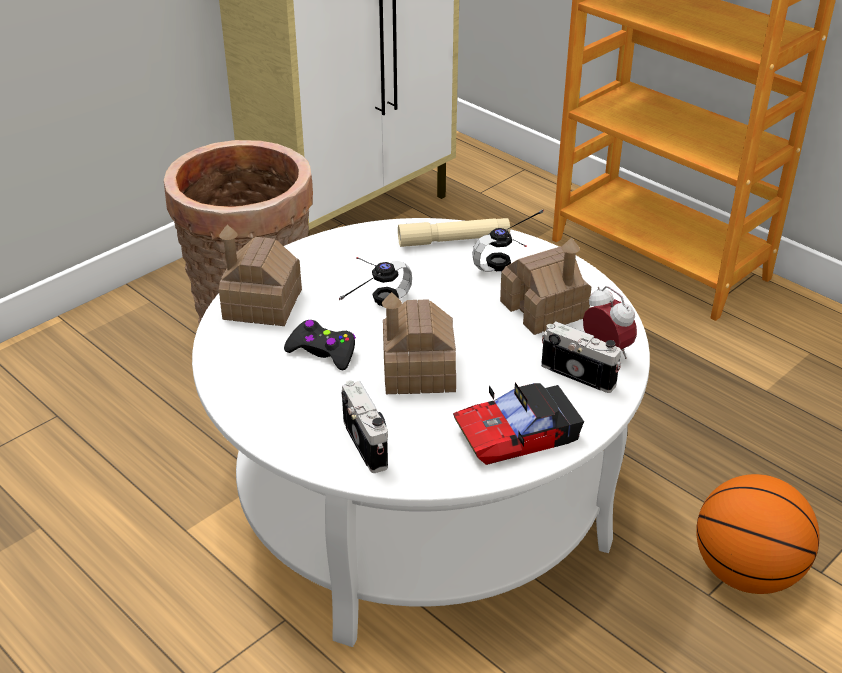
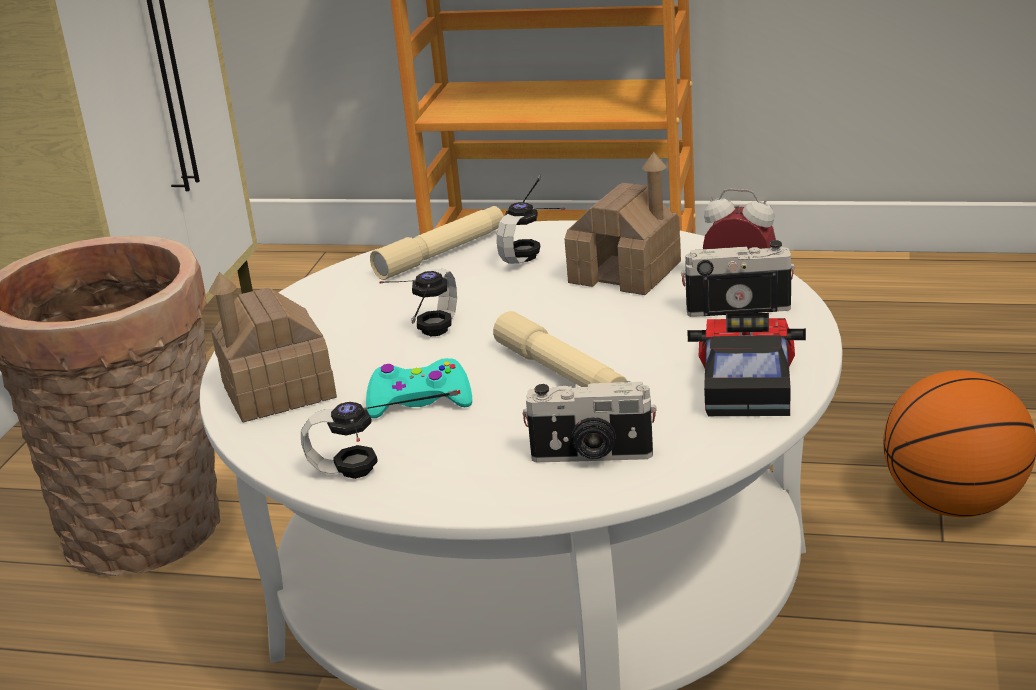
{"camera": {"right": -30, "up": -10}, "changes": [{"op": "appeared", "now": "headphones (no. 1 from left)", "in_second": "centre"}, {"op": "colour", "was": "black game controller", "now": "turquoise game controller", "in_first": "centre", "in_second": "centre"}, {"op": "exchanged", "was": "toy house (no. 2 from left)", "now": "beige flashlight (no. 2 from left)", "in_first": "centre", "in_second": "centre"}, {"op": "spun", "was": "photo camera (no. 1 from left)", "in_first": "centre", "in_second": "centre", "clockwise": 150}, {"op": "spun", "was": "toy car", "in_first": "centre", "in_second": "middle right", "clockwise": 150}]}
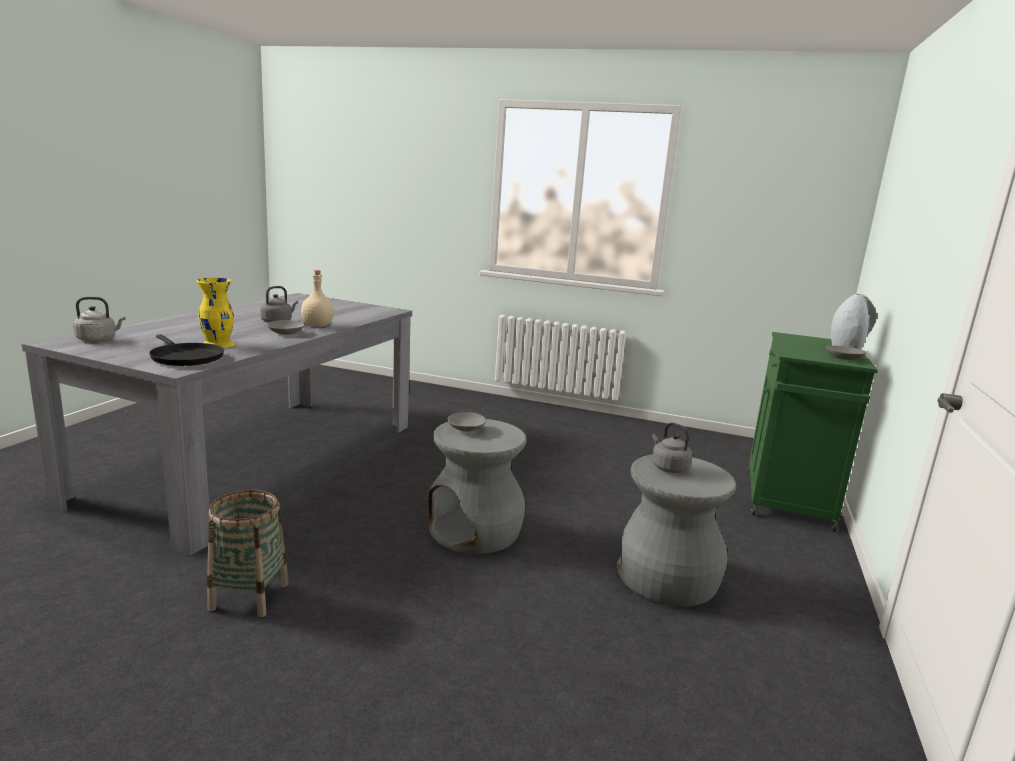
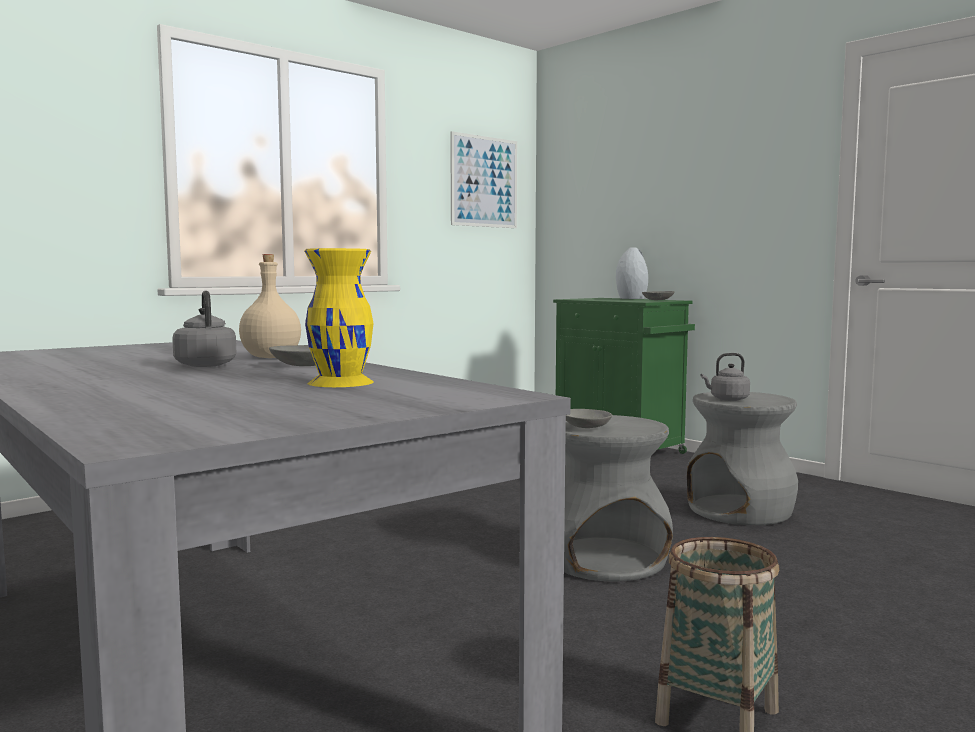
{"camera": {"right": -60, "up": -10}, "changes": [{"op": "appeared", "now": "picture", "in_second": "top centre"}, {"op": "missing", "was": "grey kettle (no. 1 from left)", "in_first": "middle left"}, {"op": "missing", "was": "black frying pan", "in_first": "middle left"}]}
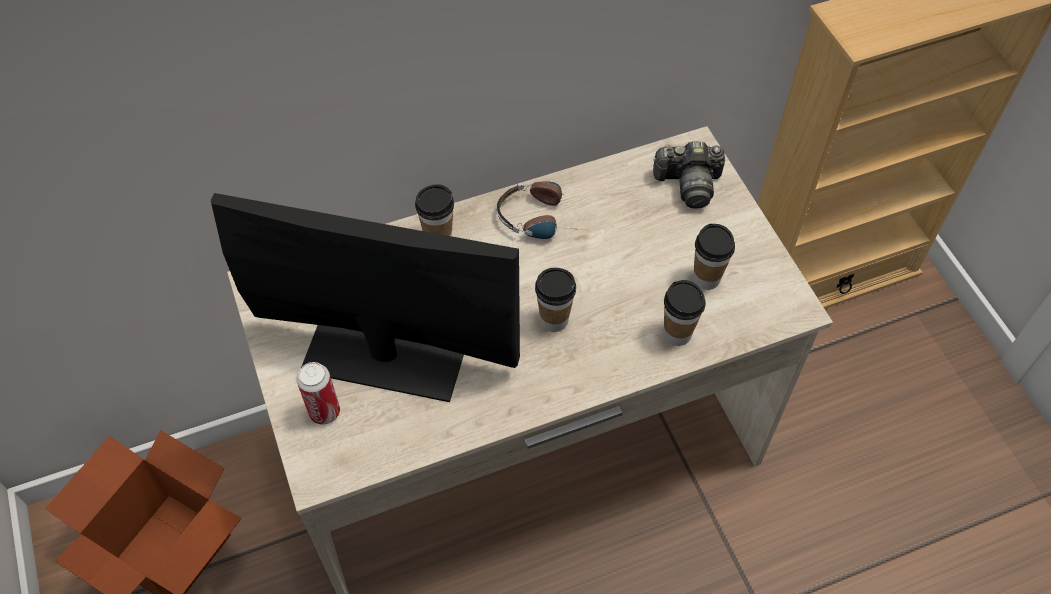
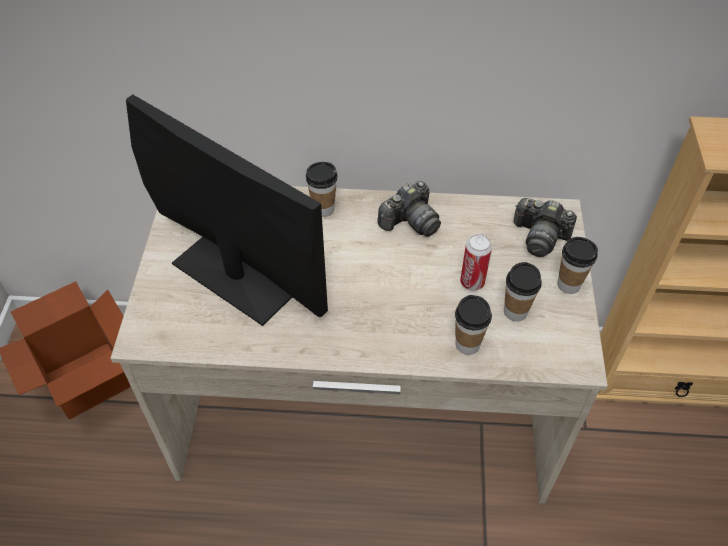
{"camera": {"right": 25, "up": -5}, "changes": [{"op": "exchanged", "was": "headphones", "now": "photo camera (no. 1 from left)", "in_first": "centre", "in_second": "centre"}, {"op": "relocated", "was": "can", "in_first": "middle left", "in_second": "centre"}, {"op": "relocated", "was": "cup (no. 2 from left in the first image)", "now": "cup (no. 4 from left)", "in_first": "centre", "in_second": "middle right"}]}
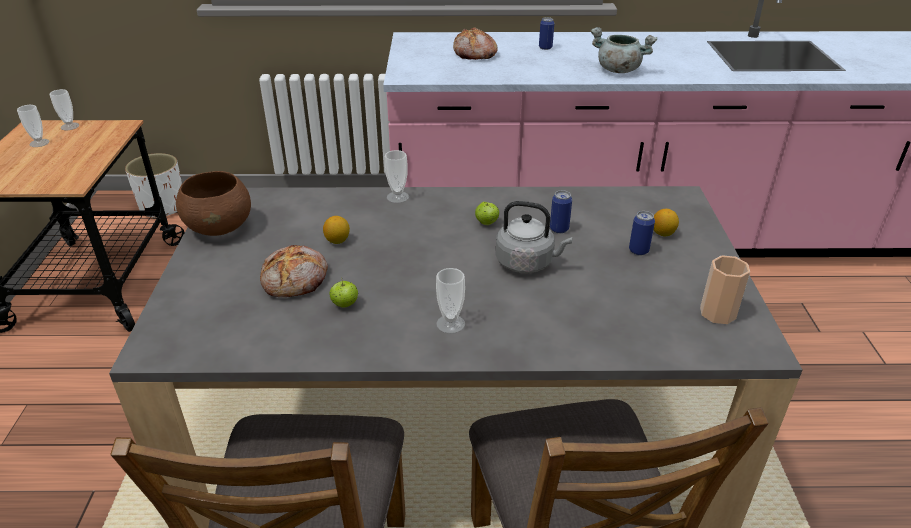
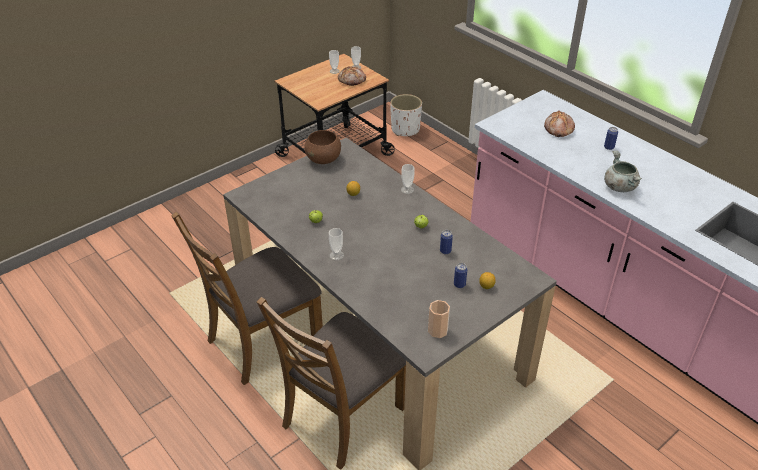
{"camera": {"right": 50, "up": 5}, "changes": [{"op": "relocated", "was": "bread (no. 1 from left)", "in_first": "middle left", "in_second": "top centre"}, {"op": "missing", "was": "grey kettle", "in_first": "centre"}]}
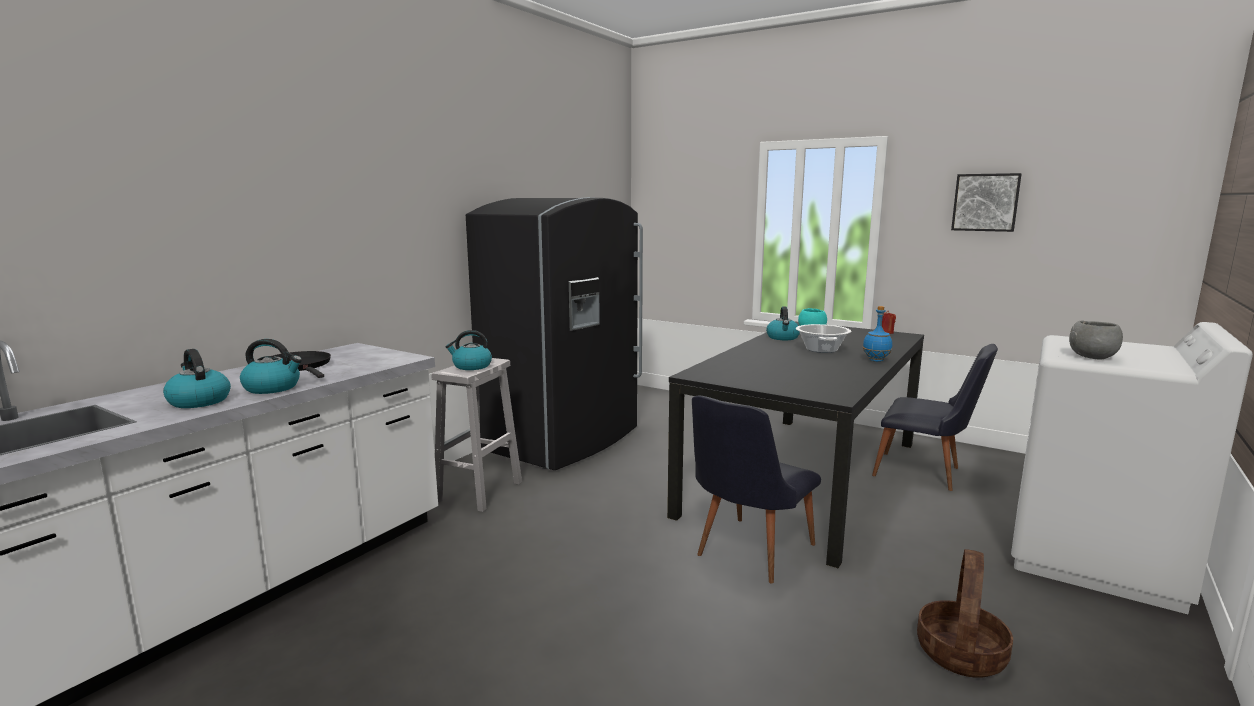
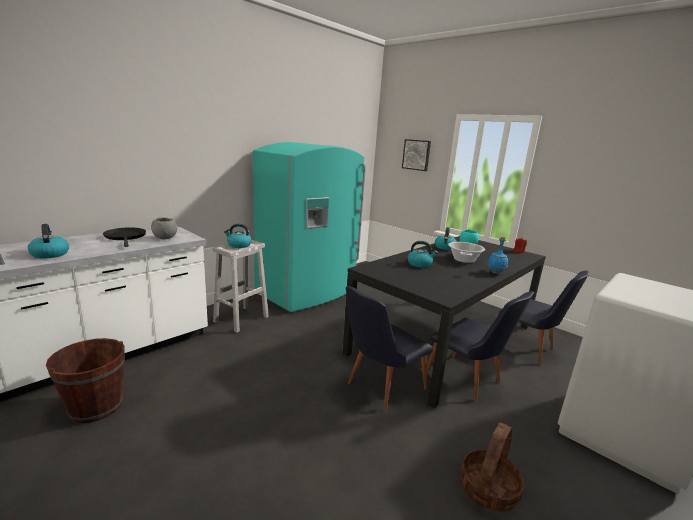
{"camera": {"right": 10, "up": 5}, "changes": [{"op": "appeared", "now": "brown bucket", "in_second": "bottom left"}, {"op": "relocated", "was": "grey bowl", "in_first": "middle right", "in_second": "middle left"}, {"op": "colour", "was": "black fridge", "now": "turquoise fridge", "in_first": "centre", "in_second": "centre"}, {"op": "relocated", "was": "picture", "in_first": "top right", "in_second": "top centre"}, {"op": "relocated", "was": "kettle (no. 2 from left in the first image)", "now": "kettle (no. 3 from left)", "in_first": "middle left", "in_second": "centre"}, {"op": "appeared", "now": "black chair (no. 2 from left)", "in_second": "middle right"}]}
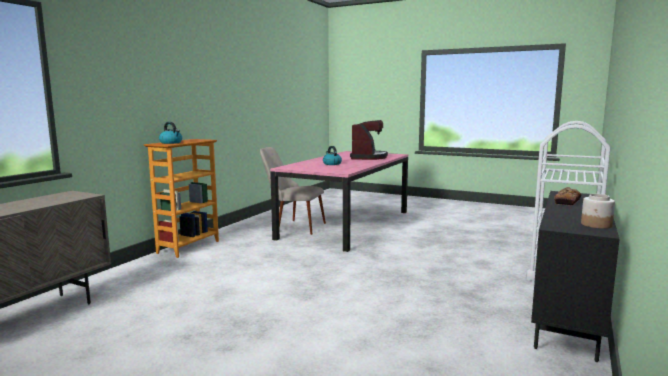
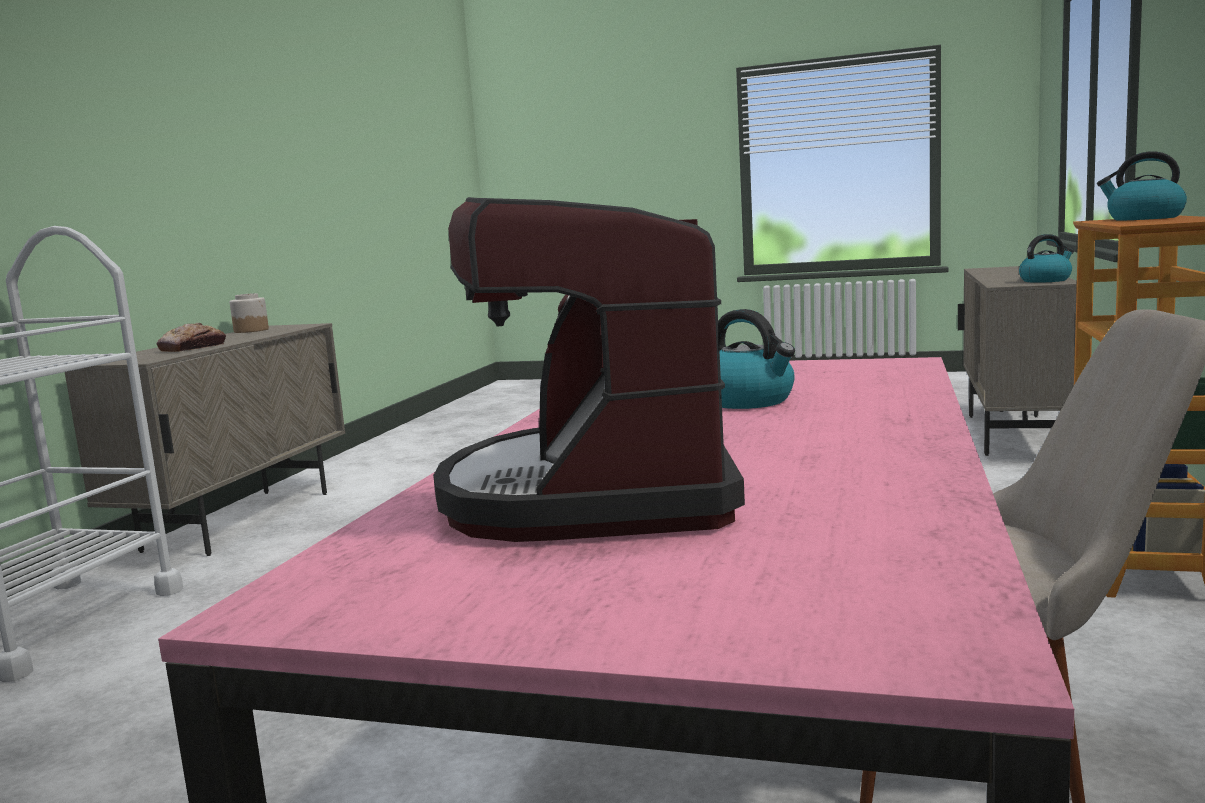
{"camera": {"right": 170, "up": 0}, "changes": [{"op": "colour", "was": "black cabinet", "now": "beige cabinet (no. 1 from left)", "in_first": "bottom right", "in_second": "middle left"}, {"op": "appeared", "now": "kettle (no. 2 from left)", "in_second": "top right"}]}
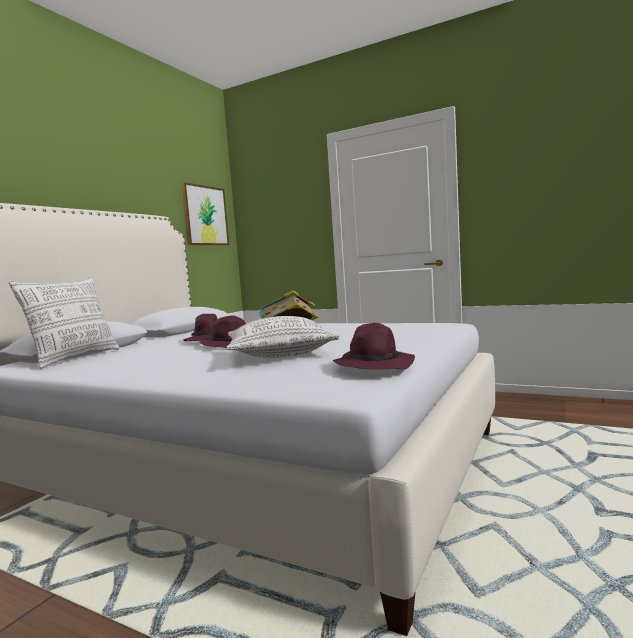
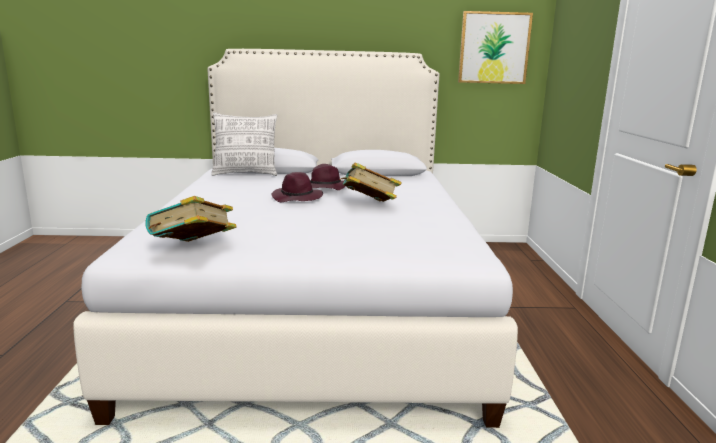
{"camera": {"right": 60, "up": 10}, "changes": [{"op": "exchanged", "was": "purple hat (no. 3 from left)", "now": "book (no. 1 from left)", "in_first": "centre", "in_second": "middle left"}, {"op": "missing", "was": "pillow (no. 2 from left)", "in_first": "centre"}]}
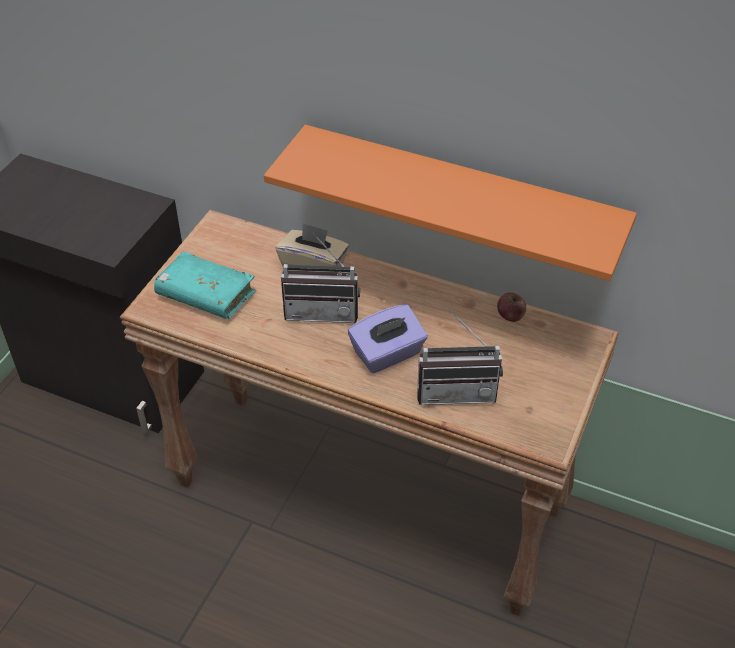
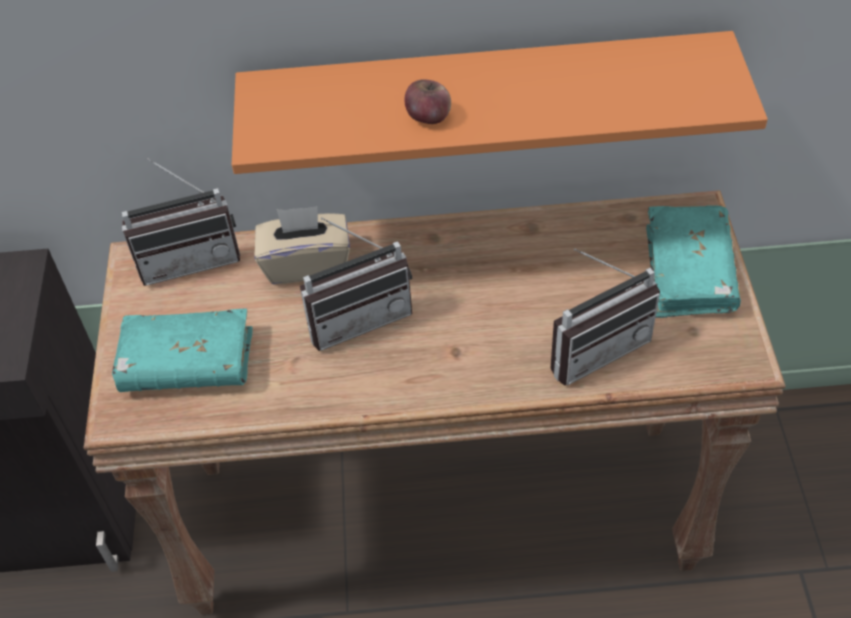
{"camera": {"right": -25, "up": 5}, "changes": [{"op": "appeared", "now": "radio (no. 1 from left)", "in_second": "middle left"}, {"op": "relocated", "was": "apple", "in_first": "middle right", "in_second": "top centre"}, {"op": "appeared", "now": "turquoise book (no. 2 from left)", "in_second": "middle right"}, {"op": "missing", "was": "purple tissue box", "in_first": "centre"}]}
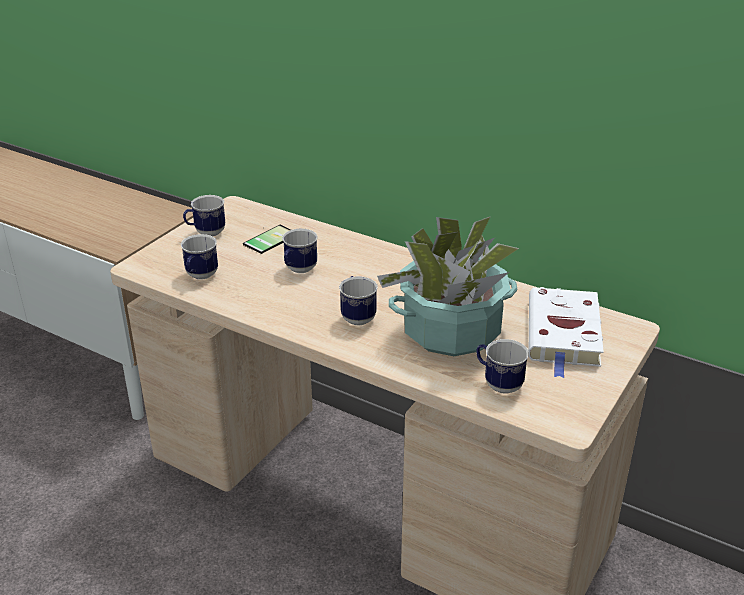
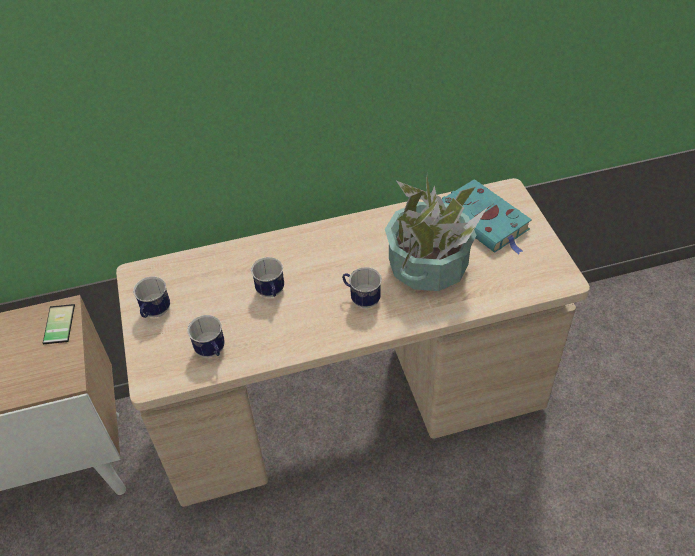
{"camera": {"right": -45, "up": 15}, "changes": [{"op": "relocated", "was": "phone", "in_first": "centre", "in_second": "middle left"}, {"op": "colour", "was": "white book", "now": "turquoise book", "in_first": "middle right", "in_second": "middle right"}, {"op": "missing", "was": "mug (no. 5 from left)", "in_first": "middle right"}]}
